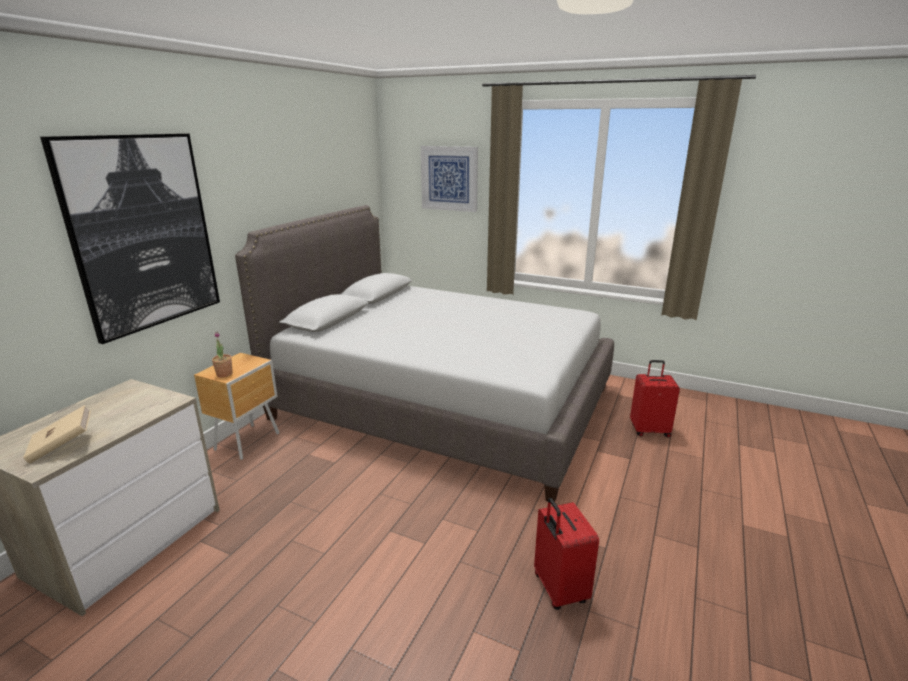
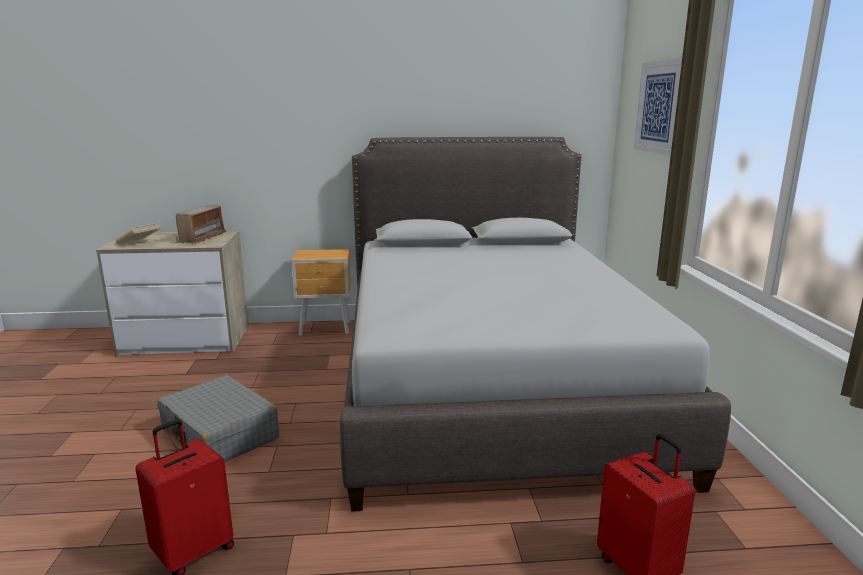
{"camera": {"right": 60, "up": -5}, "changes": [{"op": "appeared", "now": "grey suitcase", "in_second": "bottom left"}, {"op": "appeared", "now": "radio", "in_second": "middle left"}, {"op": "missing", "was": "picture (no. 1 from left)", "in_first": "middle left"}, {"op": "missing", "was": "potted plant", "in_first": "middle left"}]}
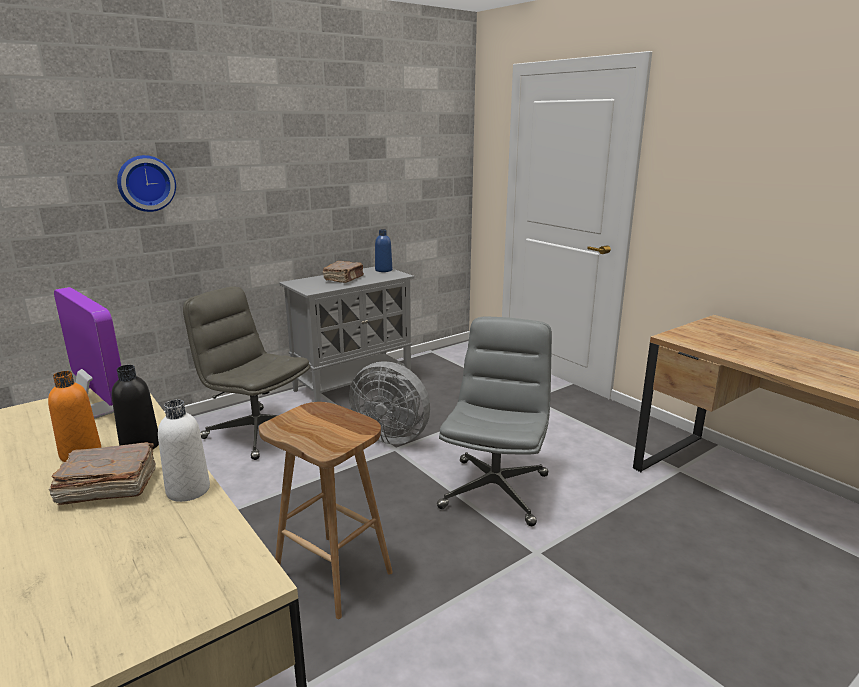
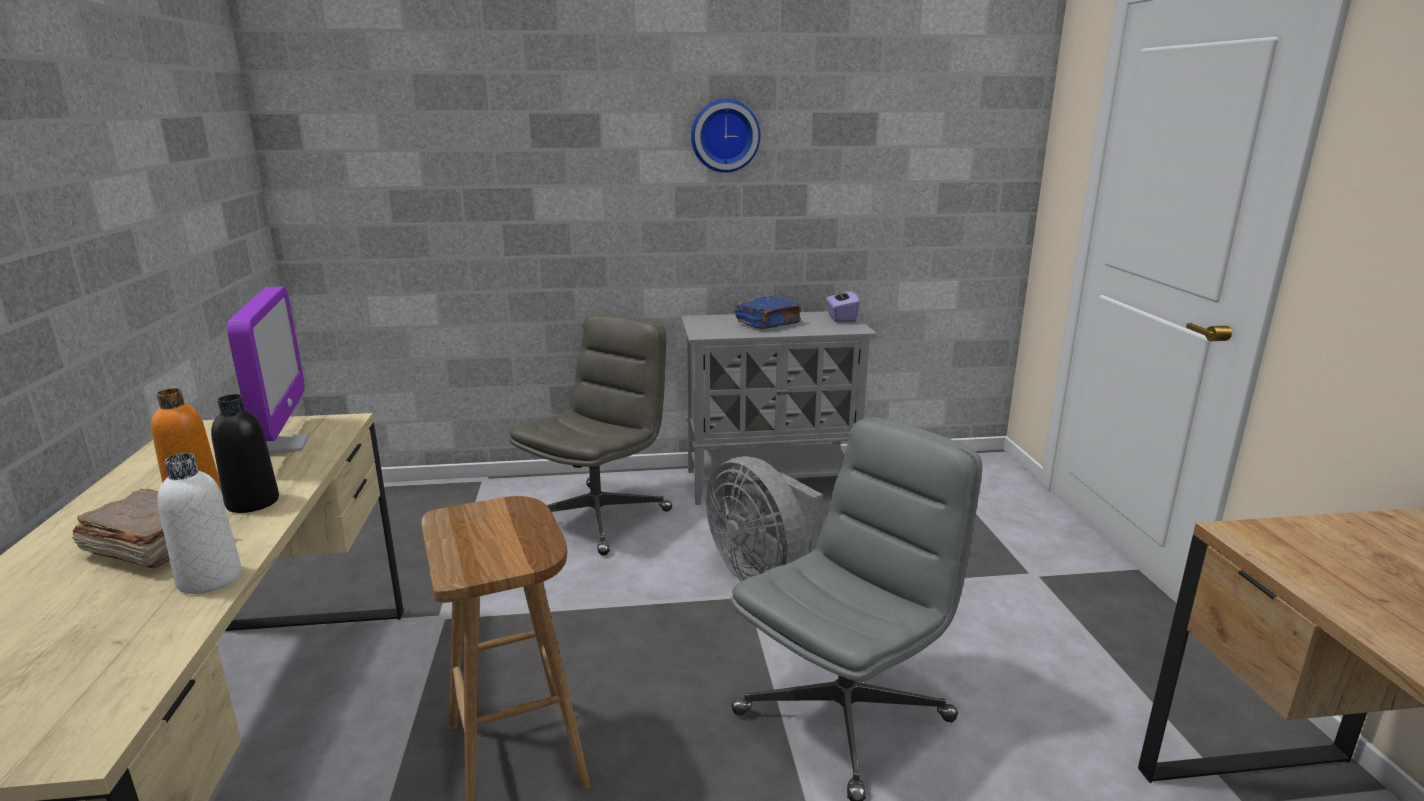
{"camera": {"right": 30, "up": 0}, "changes": [{"op": "spun", "was": "grey office chair (no. 1 from left)", "in_first": "middle left", "in_second": "centre", "clockwise": 60}, {"op": "relocated", "was": "wall clock", "in_first": "top left", "in_second": "top centre"}, {"op": "colour", "was": "brown book (no. 2 from left)", "now": "blue book", "in_first": "centre", "in_second": "centre"}, {"op": "exchanged", "was": "blue bottle", "now": "purple tissue box", "in_first": "centre", "in_second": "centre"}]}
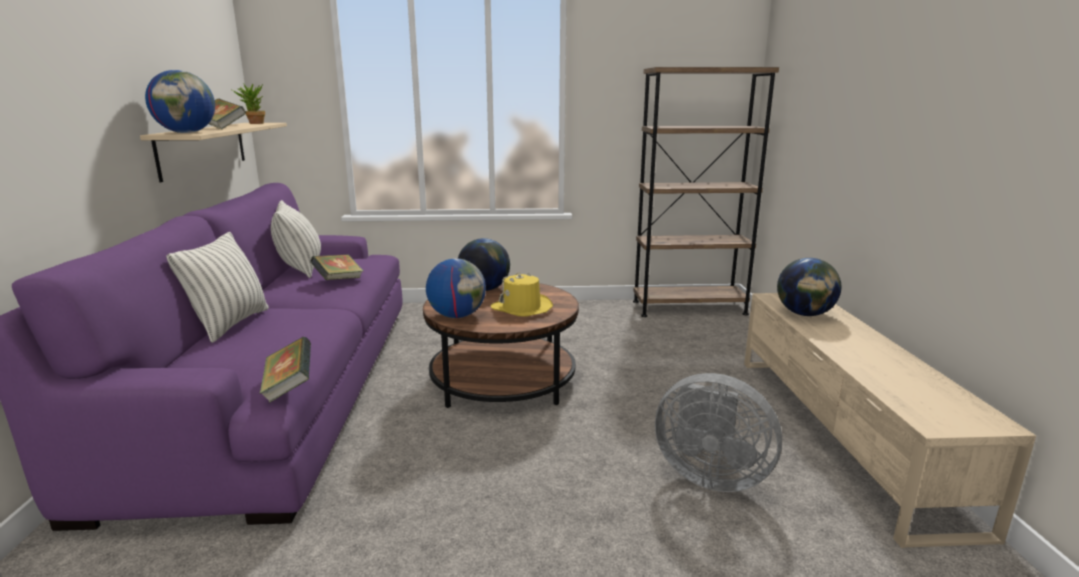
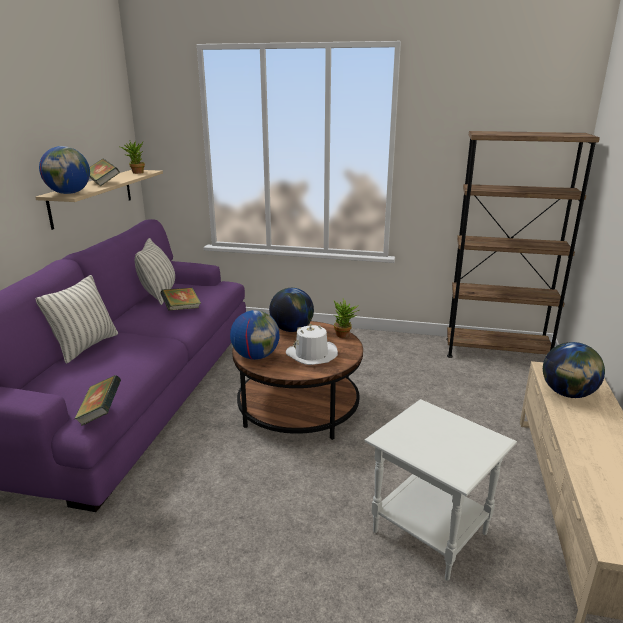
{"camera": {"right": 15, "up": 5}, "changes": [{"op": "colour", "was": "yellow hat", "now": "white hat", "in_first": "centre", "in_second": "centre"}, {"op": "appeared", "now": "potted plant (no. 2 from left)", "in_second": "centre"}, {"op": "exchanged", "was": "grey fan", "now": "white side table", "in_first": "bottom centre", "in_second": "bottom right"}]}
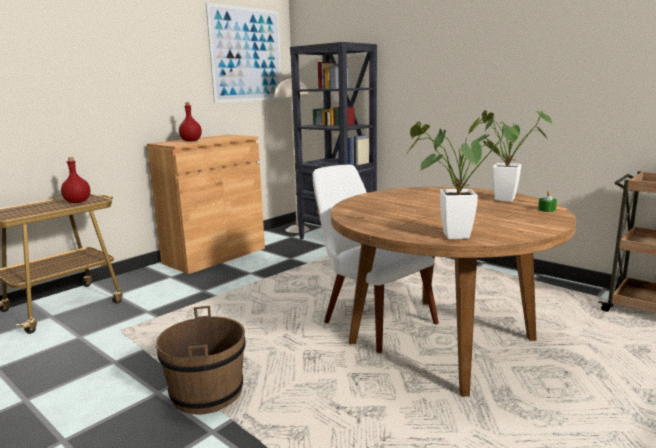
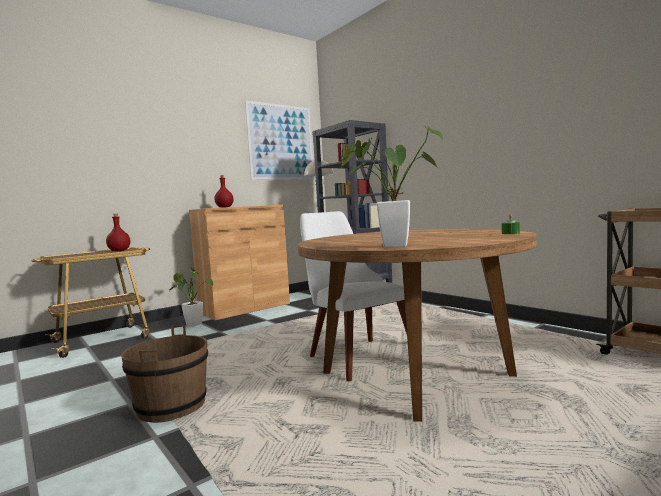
{"camera": {"right": 10, "up": -10}, "changes": [{"op": "relocated", "was": "potted plant (no. 2 from left in the first image)", "now": "potted plant (no. 1 from left)", "in_first": "middle right", "in_second": "middle left"}]}
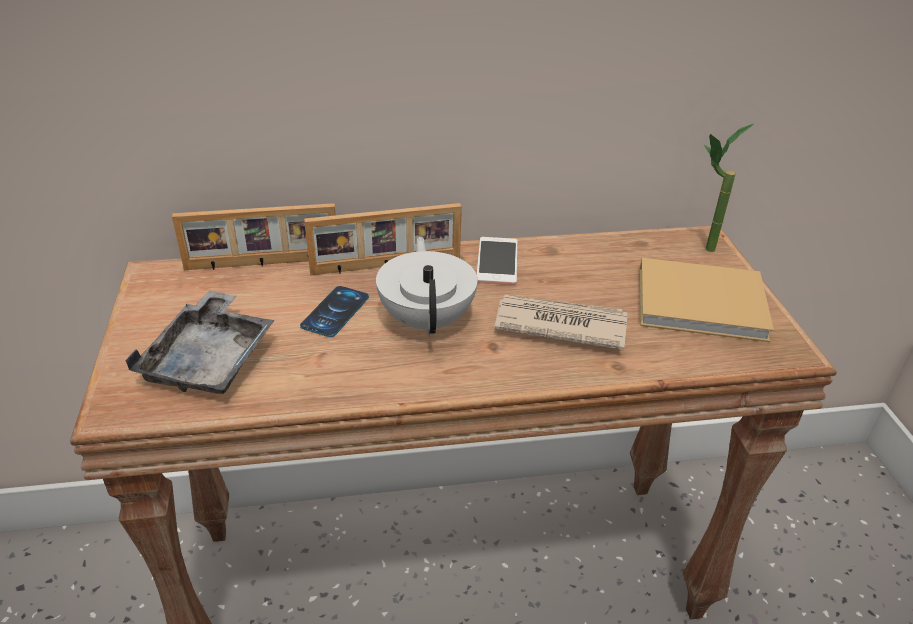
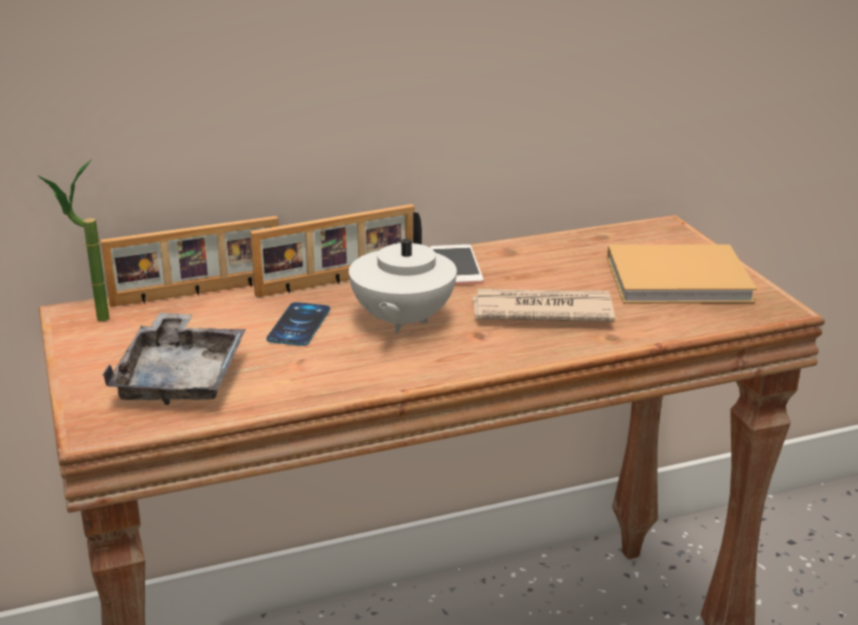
{"camera": {"right": -10, "up": -10}, "changes": [{"op": "relocated", "was": "potted plant", "in_first": "top right", "in_second": "middle left"}, {"op": "spun", "was": "white teapot", "in_first": "centre", "in_second": "centre", "clockwise": -150}]}
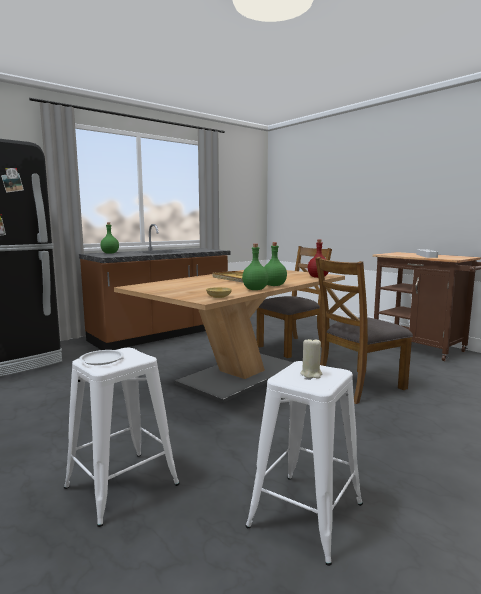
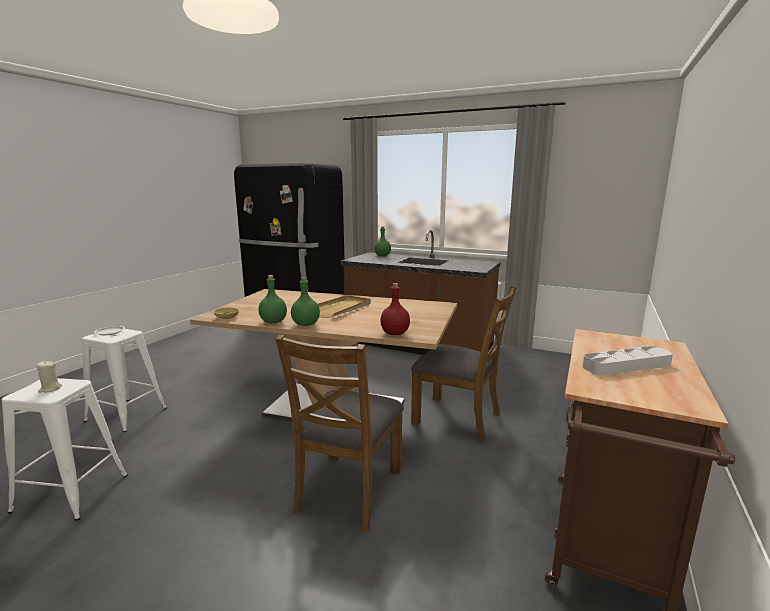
{"camera": {"right": 65, "up": 5}, "changes": [{"op": "spun", "was": "brown chair (no. 2 from left in the first image)", "in_first": "middle right", "in_second": "bottom centre", "clockwise": -105}]}
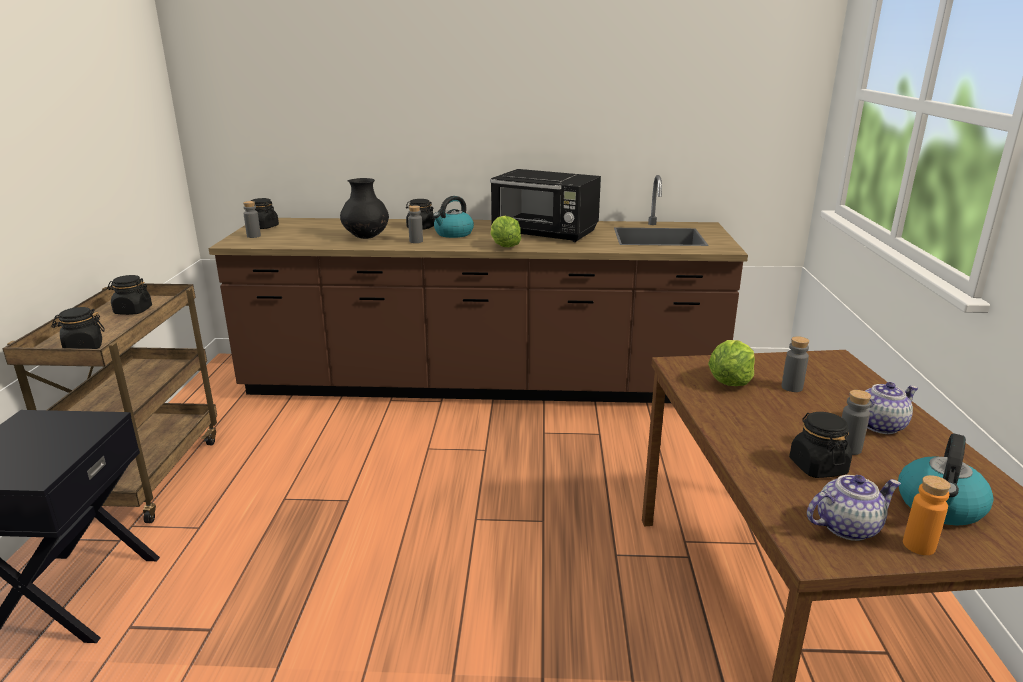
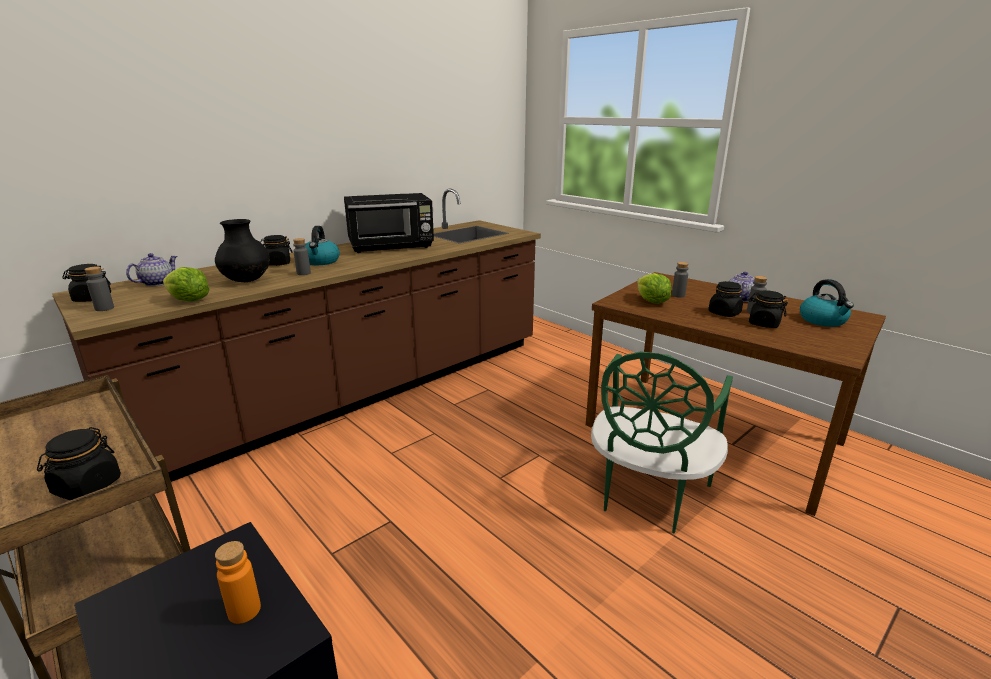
{"camera": {"right": -45, "up": 0}, "changes": [{"op": "relocated", "was": "teapot (no. 1 from left)", "in_first": "bottom right", "in_second": "middle left"}, {"op": "relocated", "was": "lettuce (no. 1 from left)", "in_first": "centre", "in_second": "middle left"}, {"op": "relocated", "was": "orange bottle", "in_first": "bottom right", "in_second": "bottom left"}, {"op": "appeared", "now": "green chair", "in_second": "middle right"}, {"op": "relocated", "was": "black jar (no. 2 from left in the first image)", "now": "black jar (no. 4 from left)", "in_first": "middle left", "in_second": "middle right"}]}
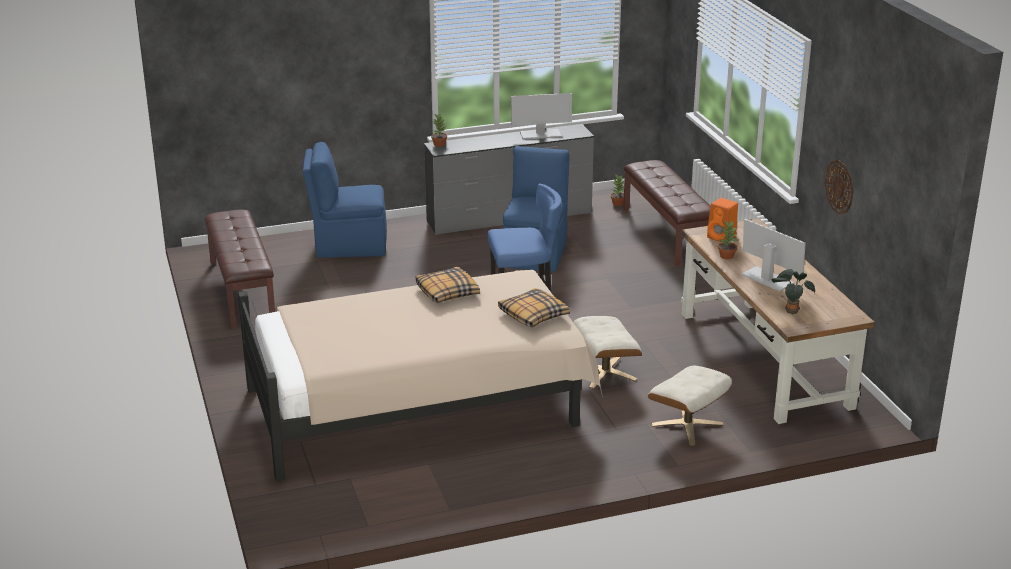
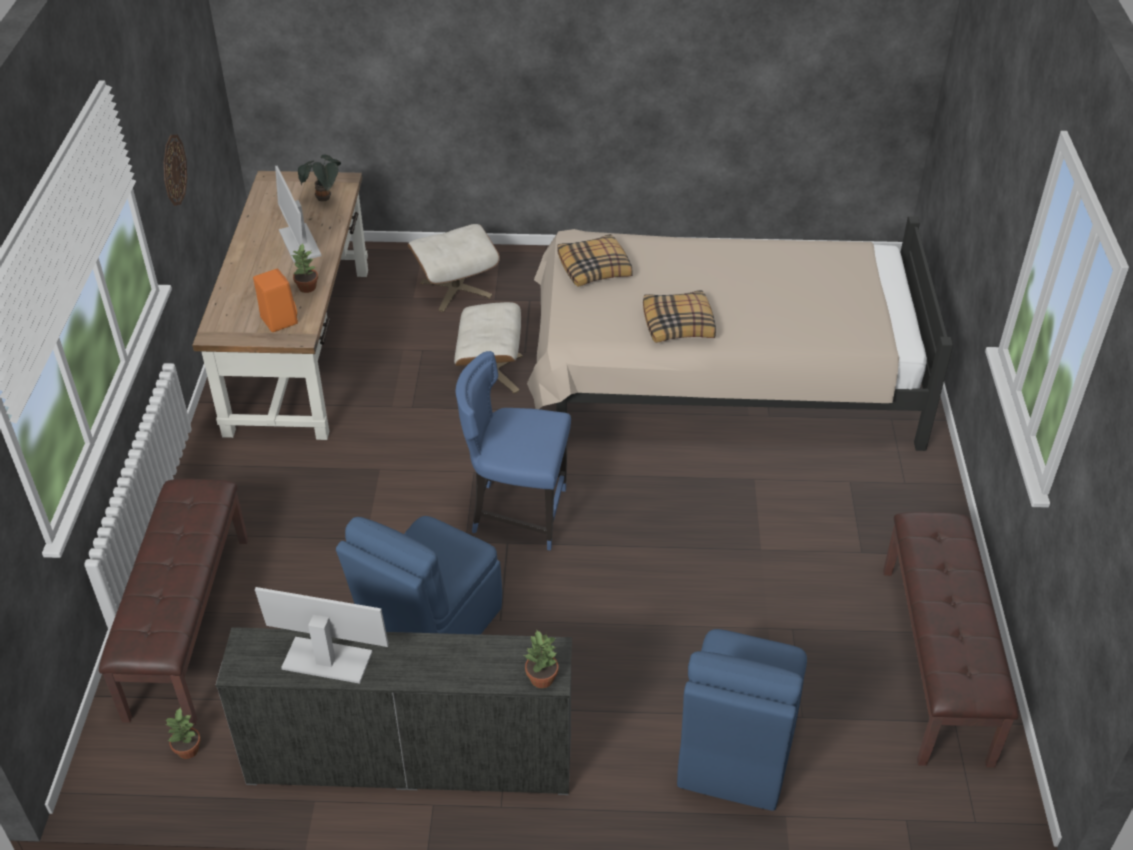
{"camera": {"right": -160, "up": 15}, "changes": [{"op": "spun", "was": "blue chair (no. 1 from left in the first image)", "in_first": "centre", "in_second": "bottom centre", "clockwise": 90}]}
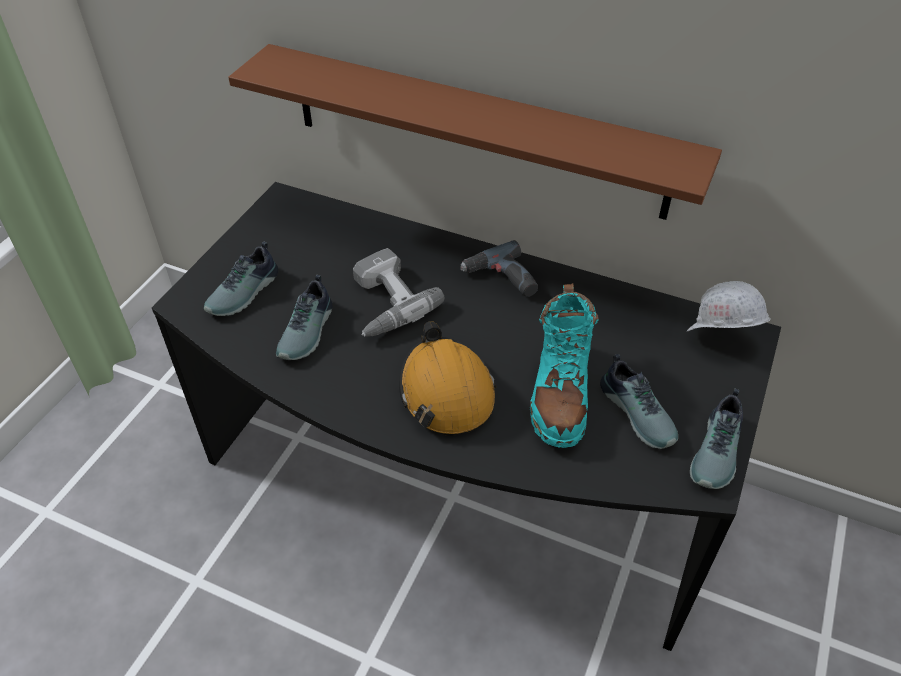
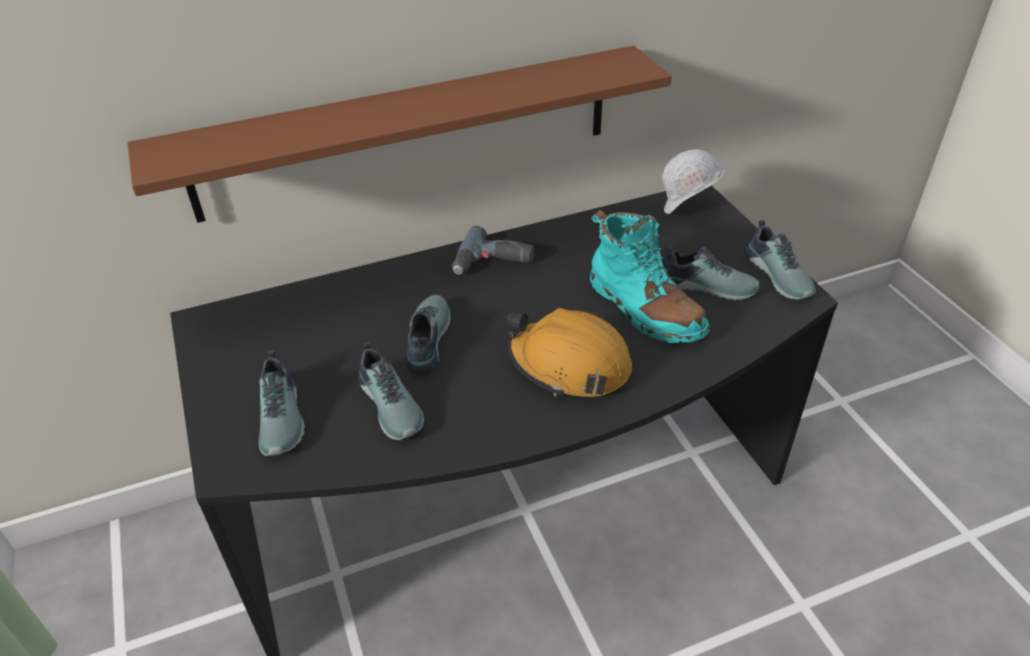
{"camera": {"right": -45, "up": -5}, "changes": [{"op": "exchanged", "was": "power drill (no. 1 from left)", "now": "shoe (no. 3 from left)", "in_first": "centre", "in_second": "centre"}]}
